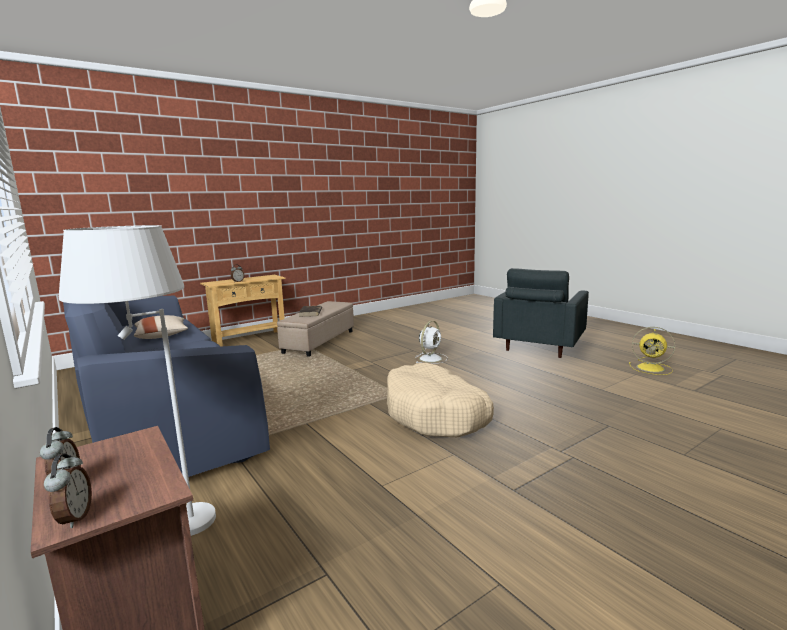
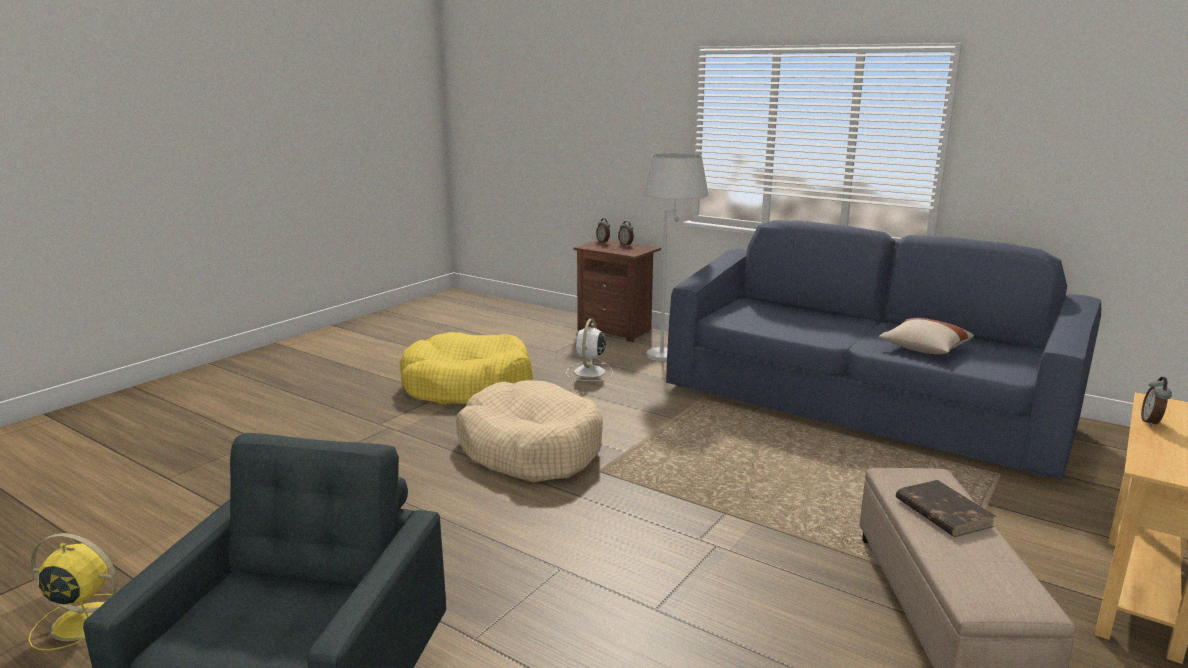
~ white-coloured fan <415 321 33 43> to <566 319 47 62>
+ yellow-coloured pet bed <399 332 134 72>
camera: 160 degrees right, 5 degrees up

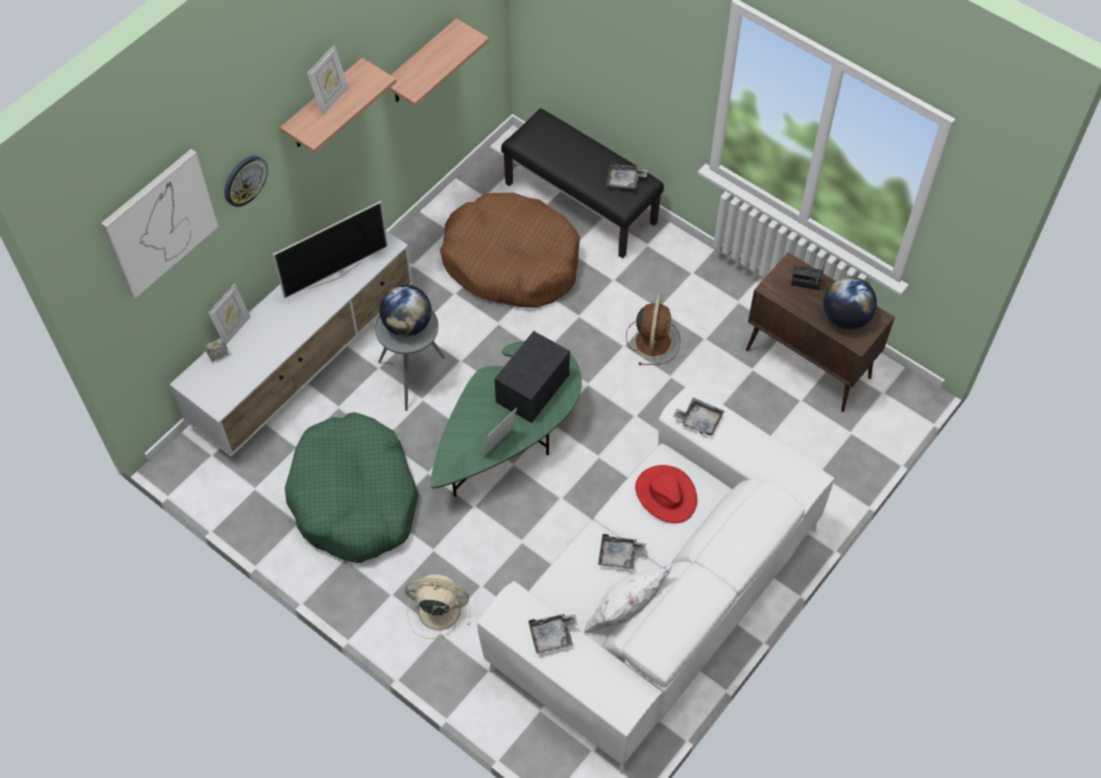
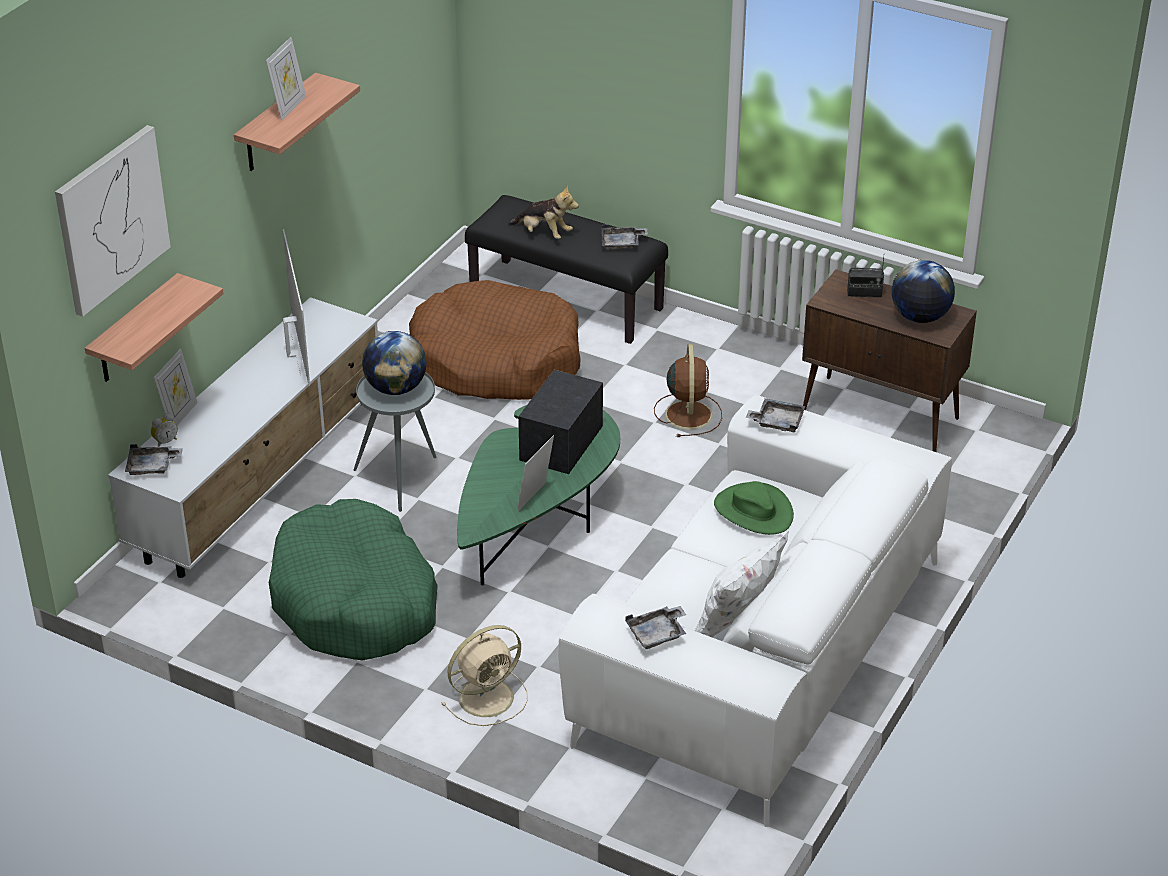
~ bracket shelf <388 18 101 88> to <85 273 138 109>
- clock on the wall <224 156 44 51>
~ TV set <273 201 115 98> = <283 229 27 157> 60 degrees counterclockwise
~ red-coloured hat <635 465 62 58> to green-coloured hat <714 481 80 54>
~ gray serving tray <598 534 48 35> to <125 444 58 31>
~ beige-coloured fan <405 574 66 65> = <441 625 87 101> 150 degrees clockwise
+ plush toy <508 186 71 53>
camera: 10 degrees left, 20 degrees down

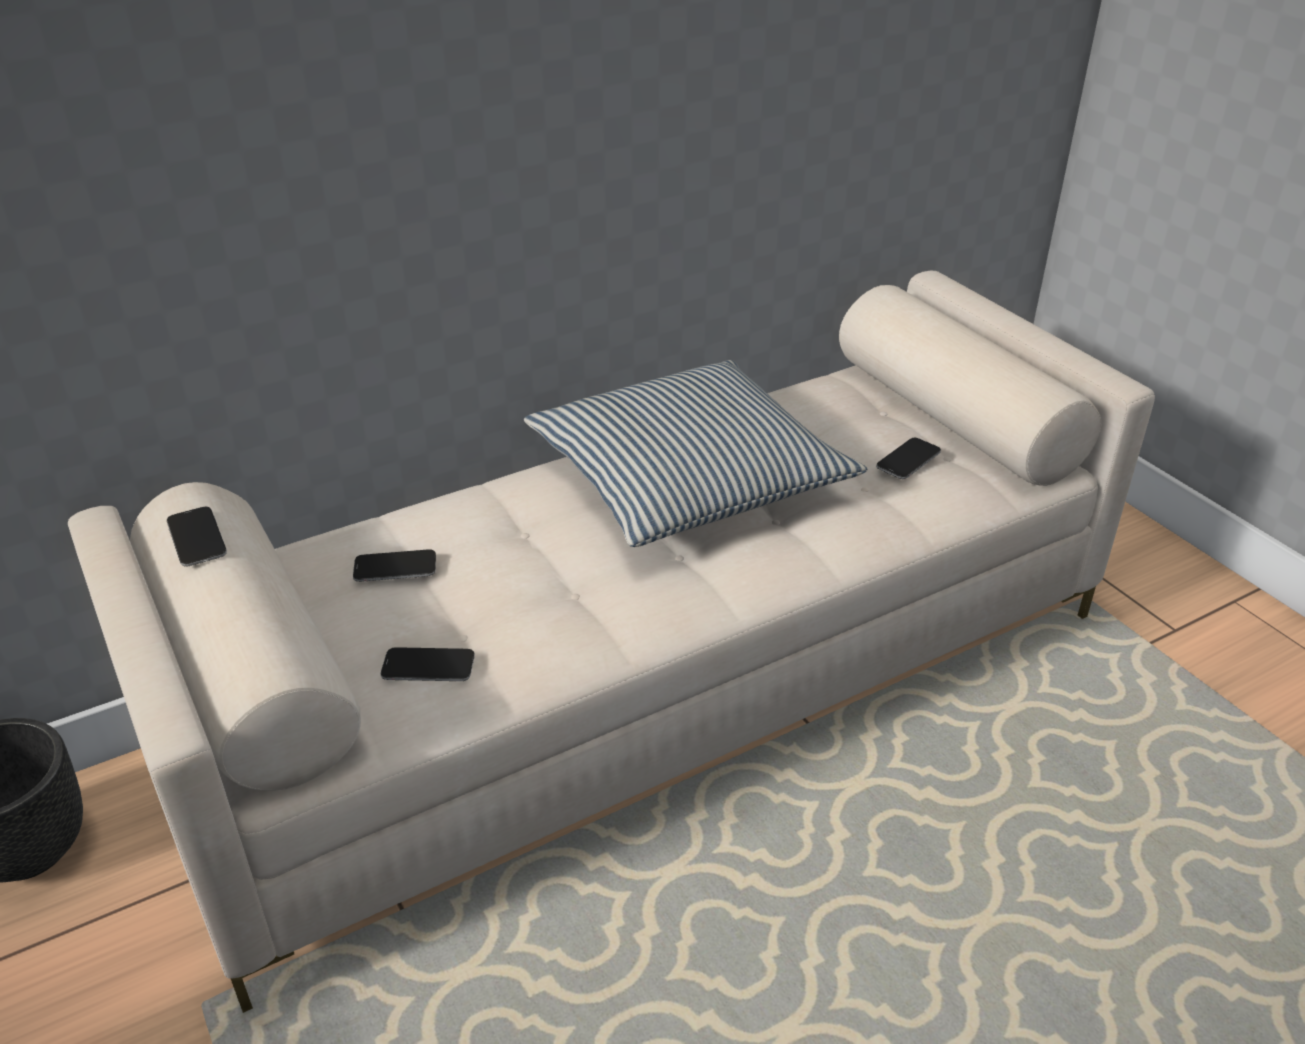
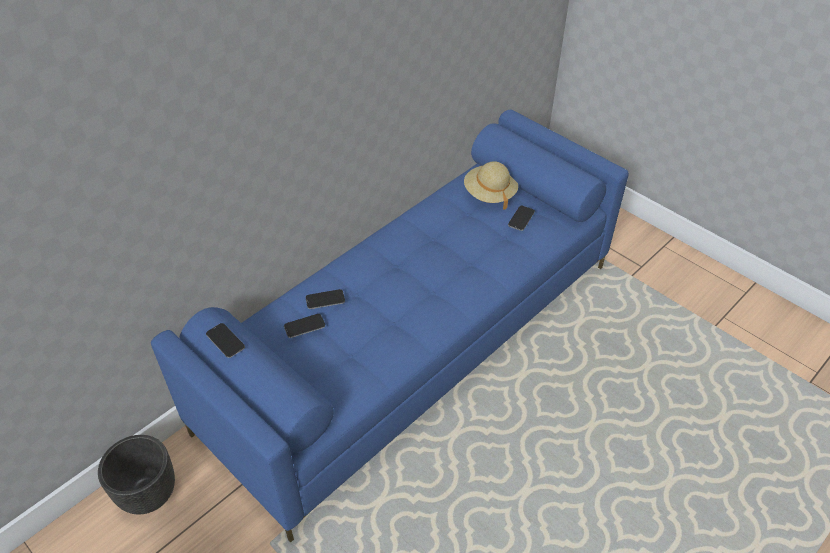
~ beige-coloured settee <68 270 1087 743> to blue settee <151 110 478 433>
- cushion <524 360 343 187>
~ handset <381 647 94 34> to <306 289 39 20>
+ beige-coloured hat <464 161 54 49>
camera: 15 degrees left, 10 degrees up

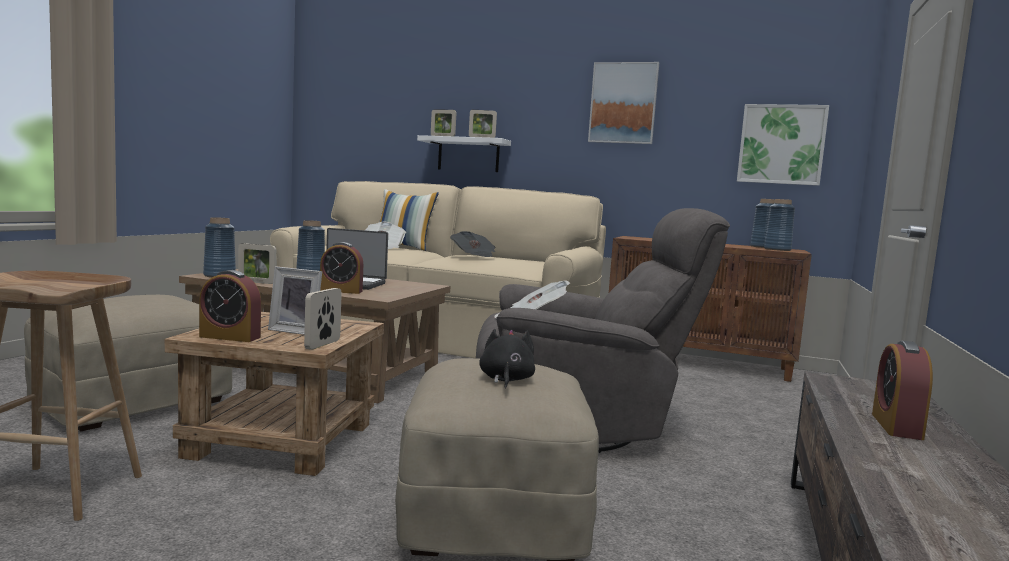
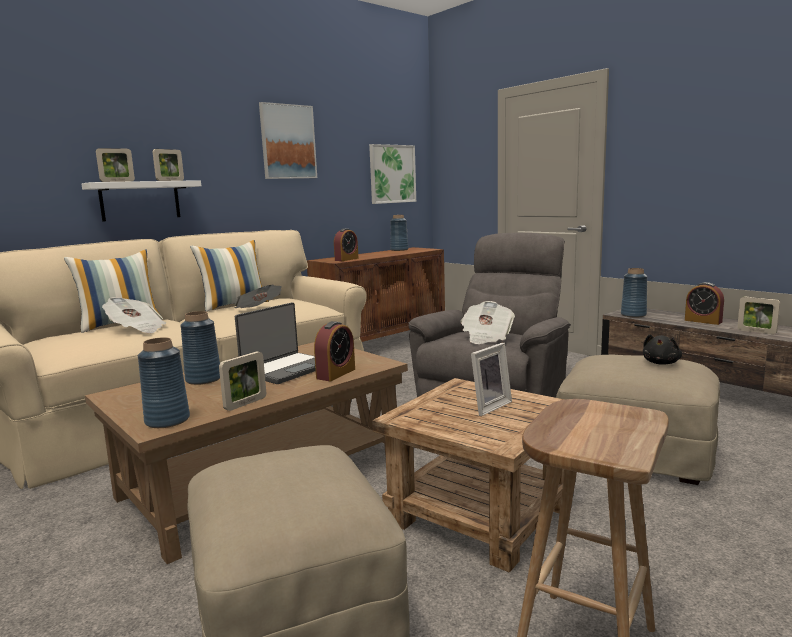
~ blue vase <764 199 31 52> to <621 268 26 50>
~ bedside clock <199 270 62 72> to <334 228 25 33>
~ photo frame <304 288 38 62> to <737 297 43 37>
~ blackish plush toy <479 329 56 60> = <643 334 39 31> 90 degrees counterclockwise
+ cushion <190 240 79 72>
camera: 60 degrees left, 5 degrees up

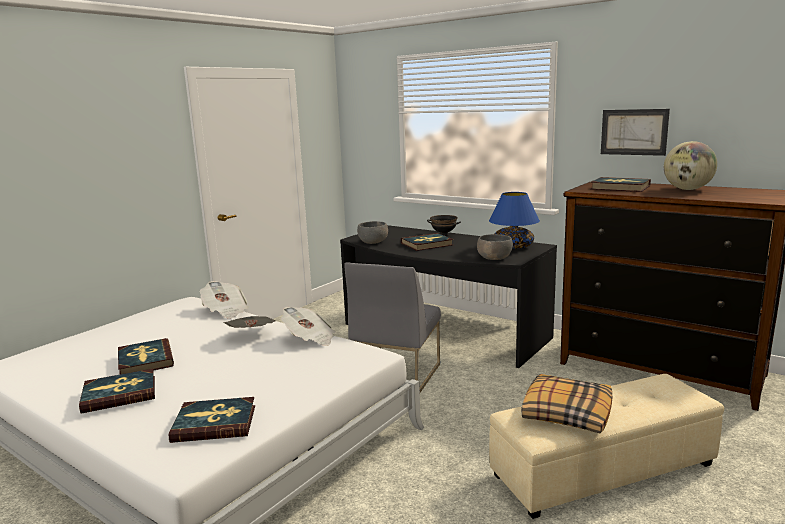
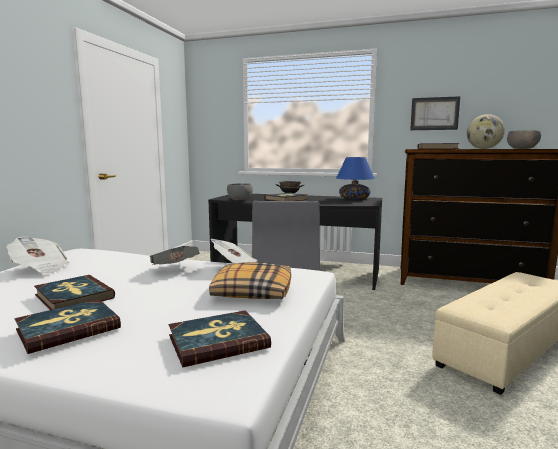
~ gray deep dish <477 234 36 26> to <507 130 34 19>
~ printed paper <200 281 49 38> to <6 237 63 37>
~ cushion <521 374 91 59> to <209 262 82 37>
camera: 20 degrees left, 5 degrees down

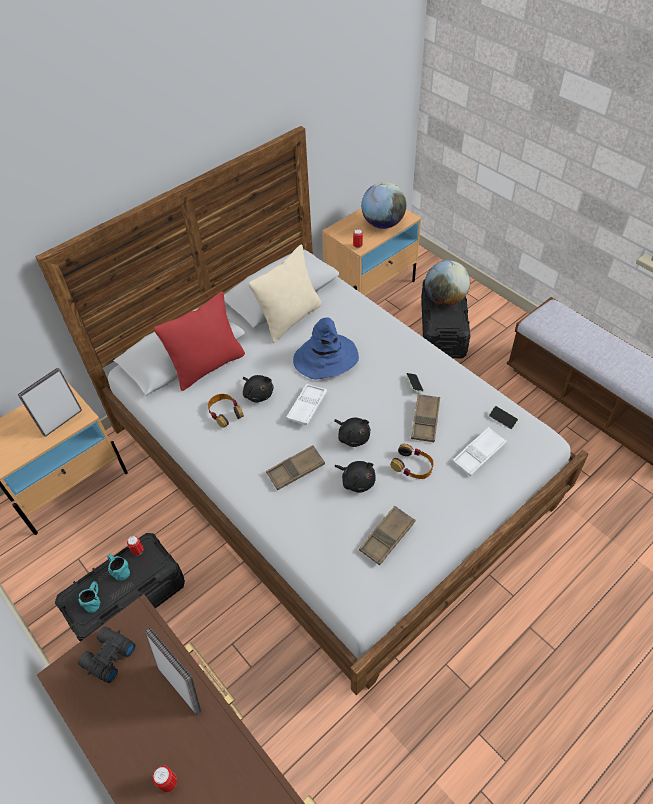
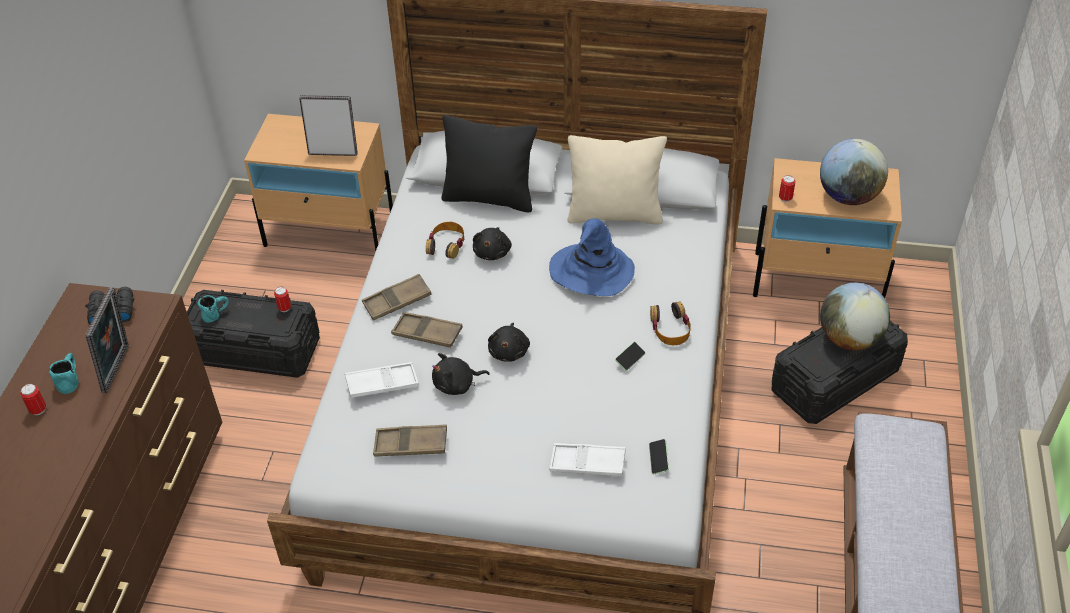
~ red-coloured cushion <154 291 91 100> to blackish cushion <441 115 96 97>
~ white-coloured serving tray <286 384 41 41> to <345 362 74 36>
~ brown serving tray <411 394 29 48> to <362 274 69 47>
~ headset <390 444 44 35> to <650 301 41 44>
~ blackish plush toy <334 461 42 32> = <432 353 57 42> 75 degrees clockwise
~ turquoise-coloured coffee mug <107 554 23 27> to <49 353 30 41>
camera: 50 degrees right, 5 degrees down

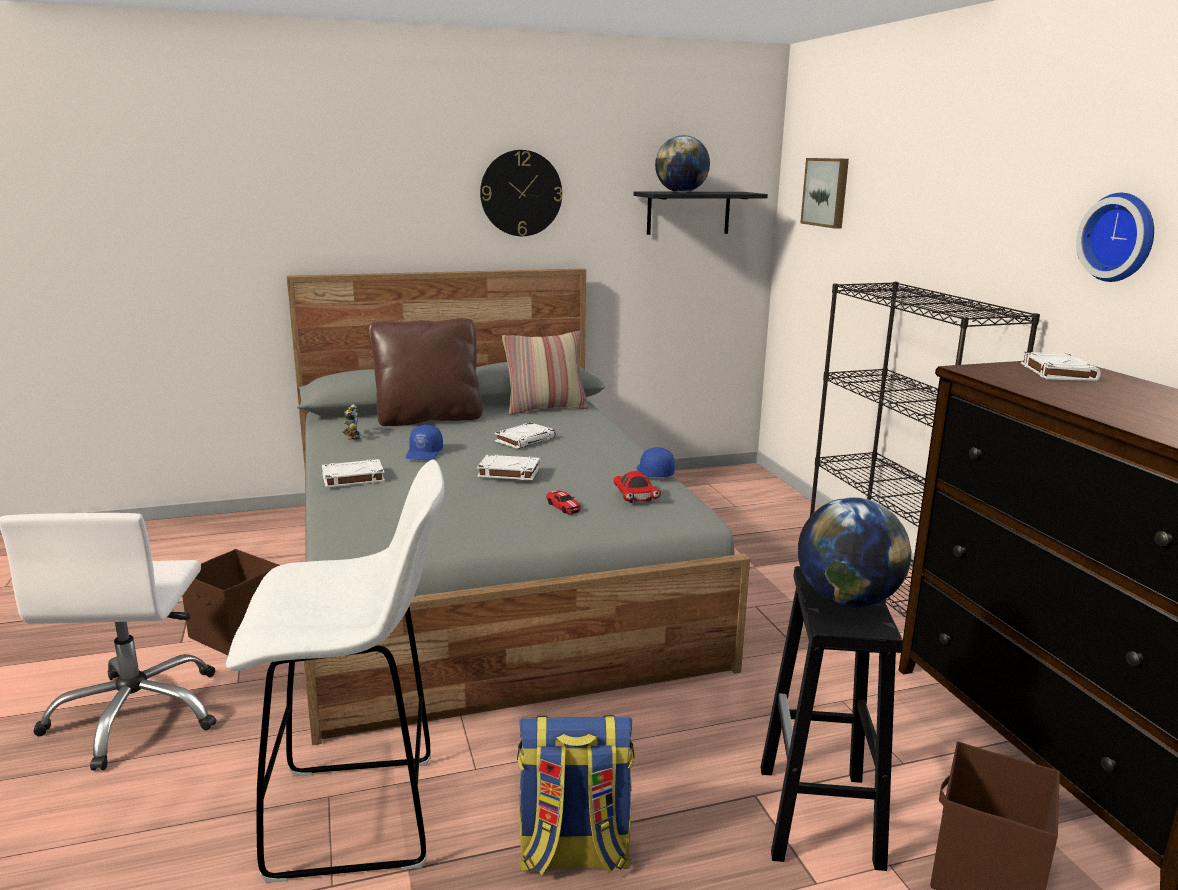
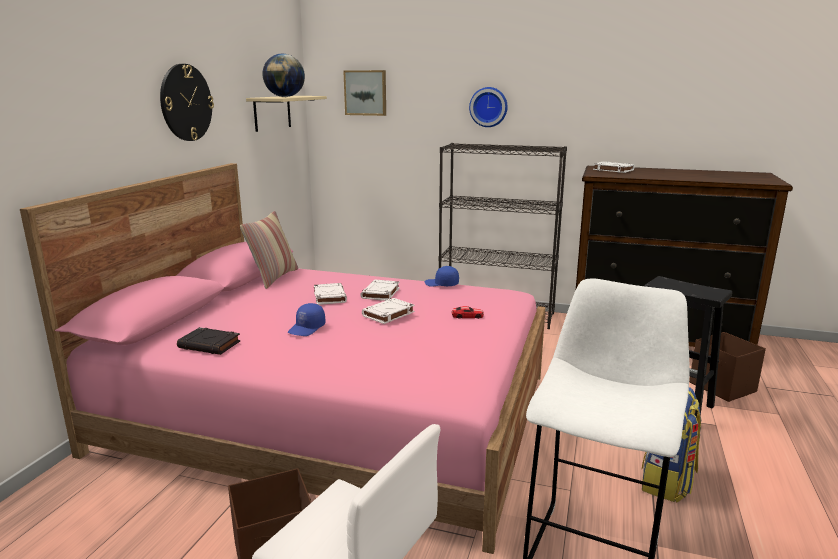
~ blackish bracket shelf <633 192 135 43> to beige-coloured bracket shelf <246 96 81 36>
~ clock on the wall <1076 193 78 89> to <469 87 39 40>
~ gray bed <287 269 463 476> to pink-coloured bed <20 163 525 391>
- brown cushion <369 318 114 108>
~ model robot <342 404 18 35> to blackish volume <177 327 64 28>
~ blue peaked cap <406 425 37 35> = <288 303 38 33> 75 degrees clockwise
~ white-coloured volume <322 459 63 29> to <361 280 39 21>
- red-coloured miniature car <614 471 47 32>
- world globe <798 497 113 110>
camera: 55 degrees left, 0 degrees up

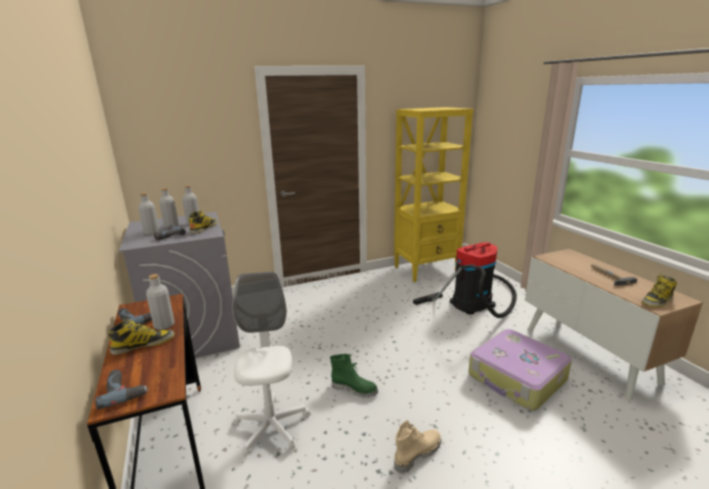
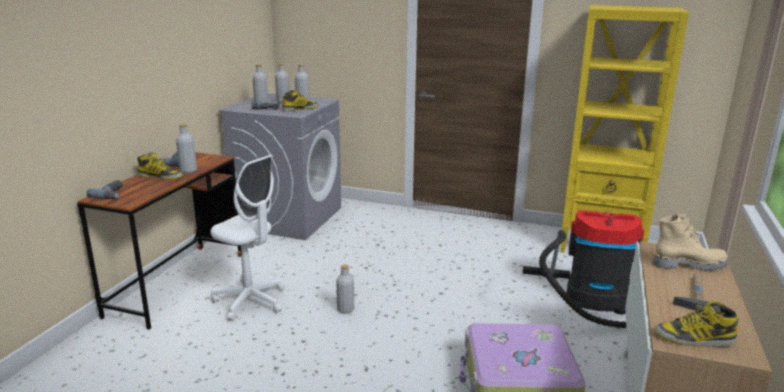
~ white-coloured office chair <233 271 77 185> = <211 154 74 167> 90 degrees clockwise
~ green-coloured high-top boot <330 354 48 44> to gray bottle <336 265 18 49>
~ beige-coloured high-top boot <394 420 47 53> to <652 214 76 57>
camera: 40 degrees right, 0 degrees up

